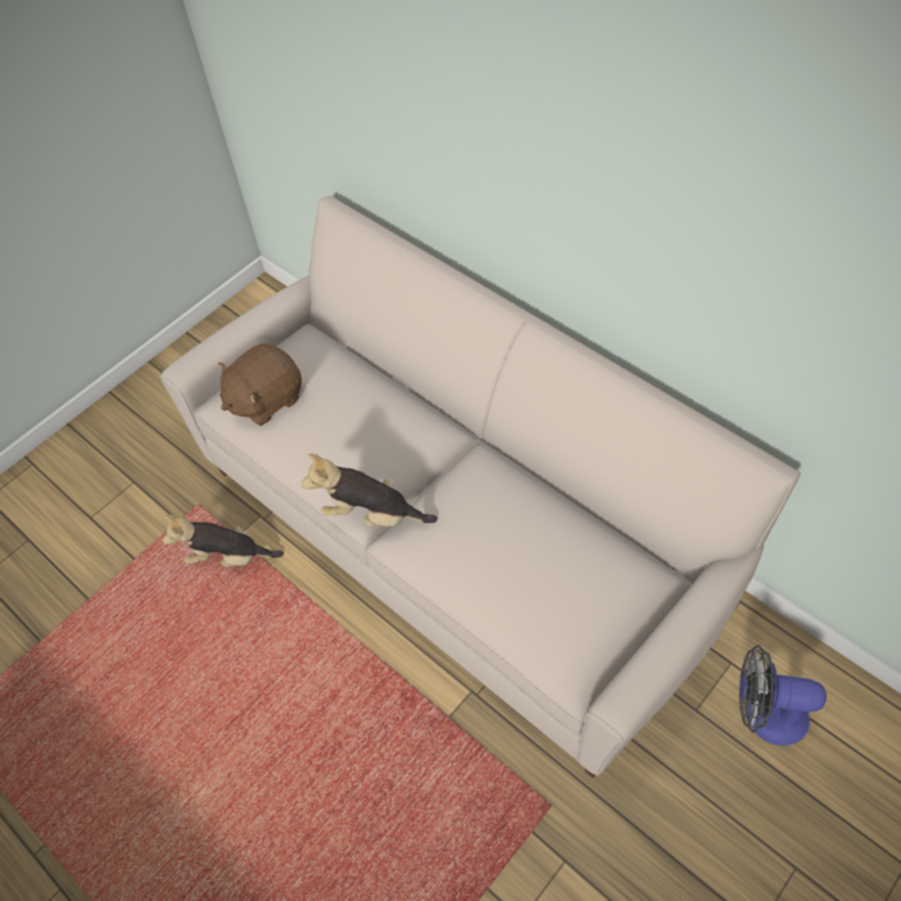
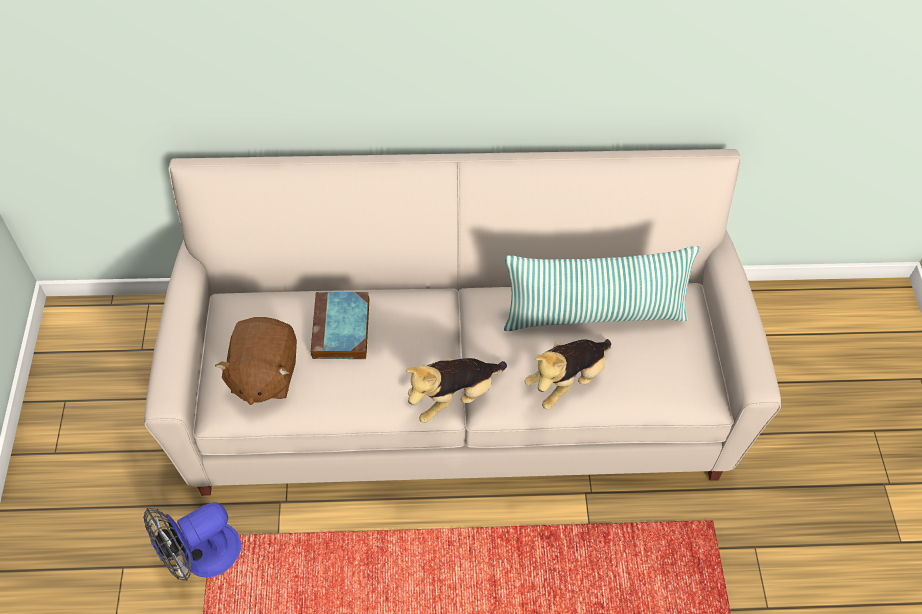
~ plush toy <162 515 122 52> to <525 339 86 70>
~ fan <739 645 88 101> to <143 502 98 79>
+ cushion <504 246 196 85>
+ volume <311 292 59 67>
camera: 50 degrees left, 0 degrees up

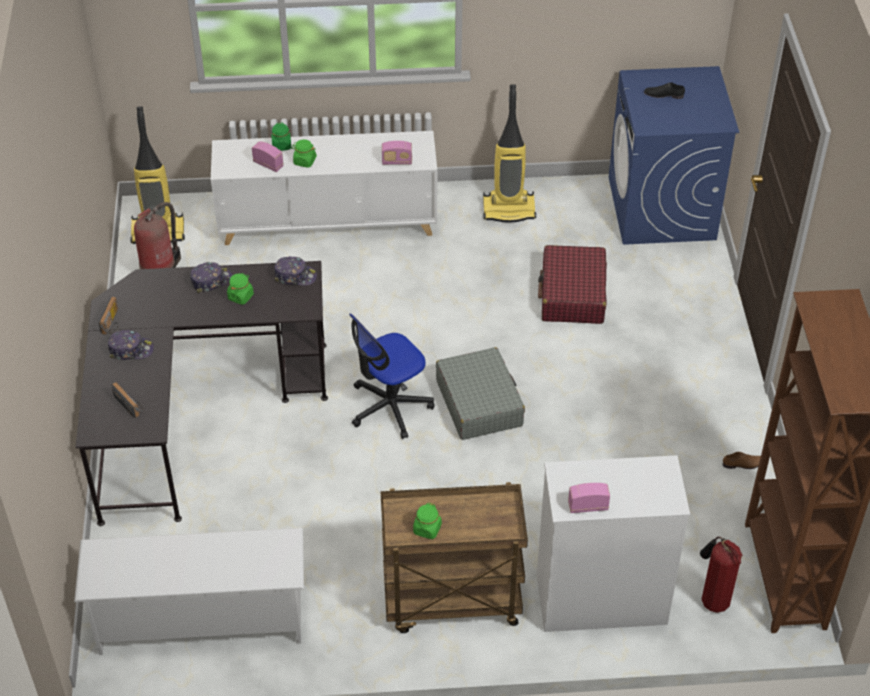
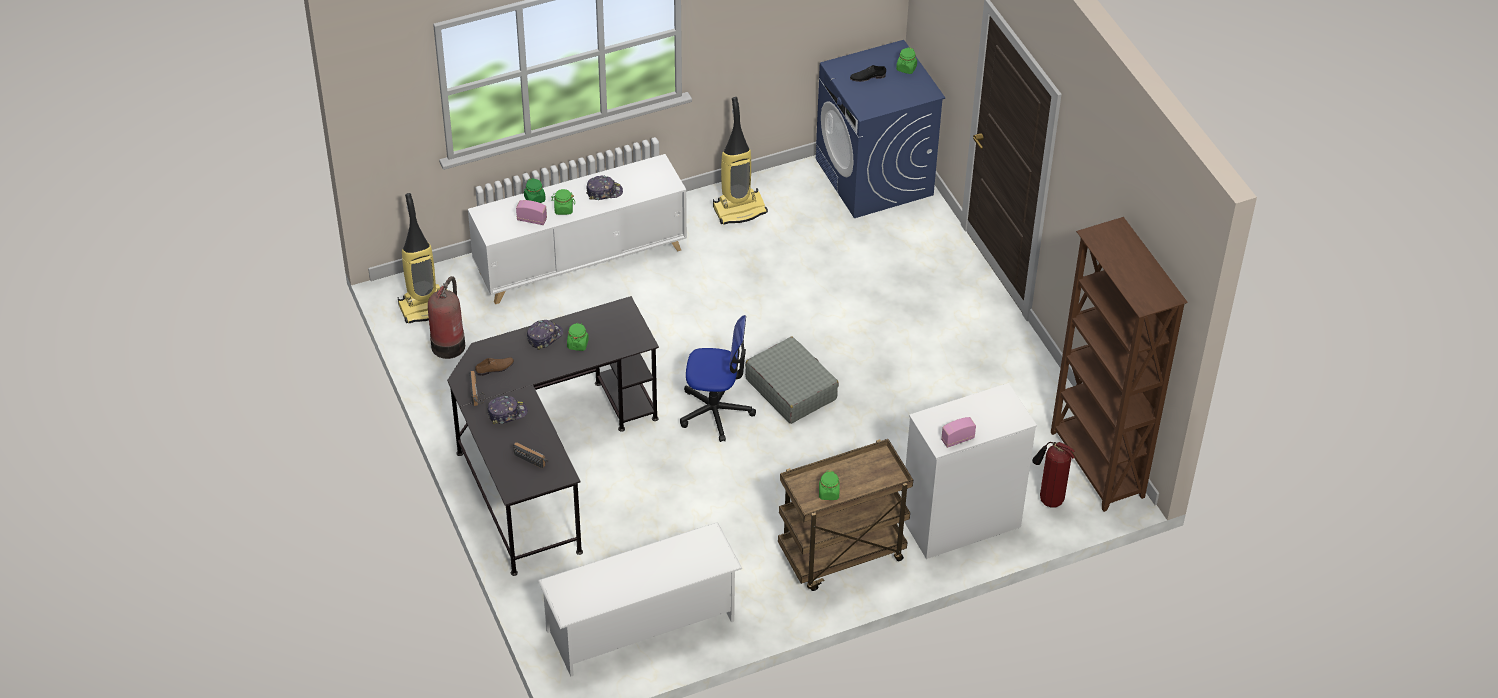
- radio receiver <382 141 30 24>
- red-coloured suitcase <538 245 69 79>
~ peaked cap <274 256 43 30> to <586 176 37 24>
~ office chair <349 313 86 126> = <680 315 76 127> 120 degrees counterclockwise
~ brown low shoe <723 452 38 17> to <475 357 39 19>
+ green-coloured jar <896 47 21 27>
camera: 20 degrees left, 0 degrees up

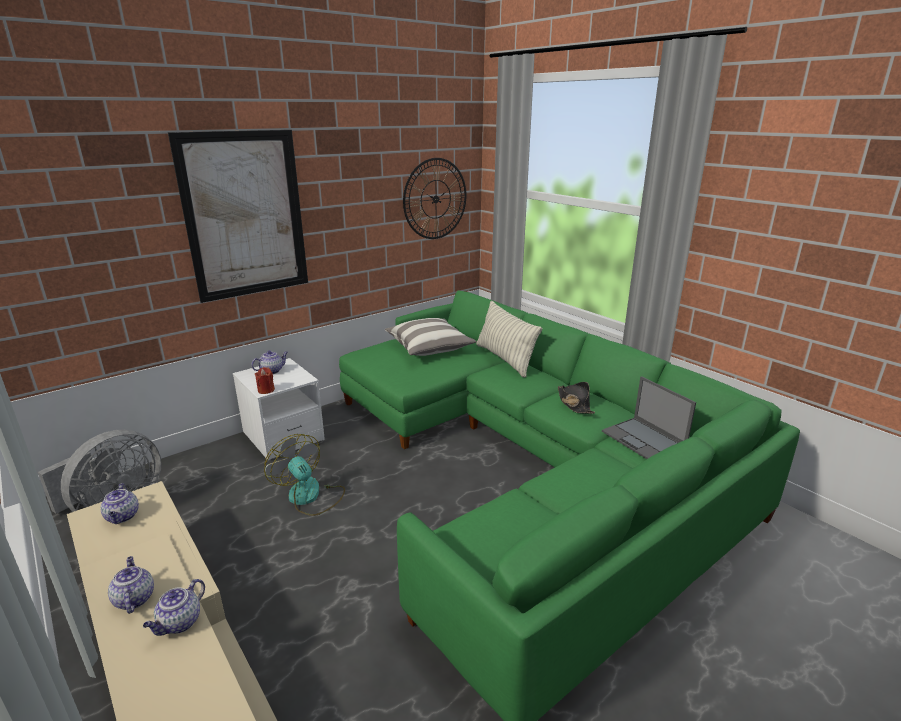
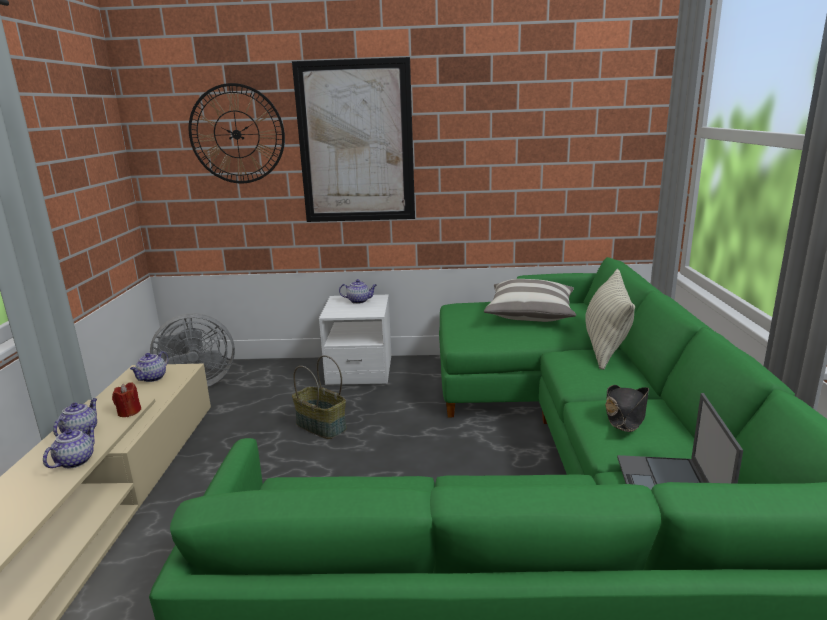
~ clock on the wall <403 158 63 81> to <189 83 96 100>
~ red-coloured wax candle <255 367 20 27> to <112 382 29 35>
~ fan <264 434 81 82> to household basket <292 355 55 84>
~ teapot <143 579 62 57> = <43 423 53 45> 135 degrees clockwise
camera: 40 degrees right, 5 degrees down

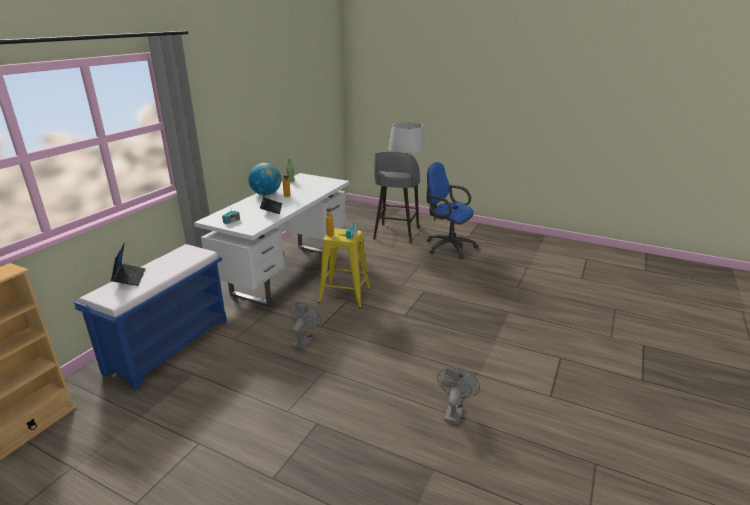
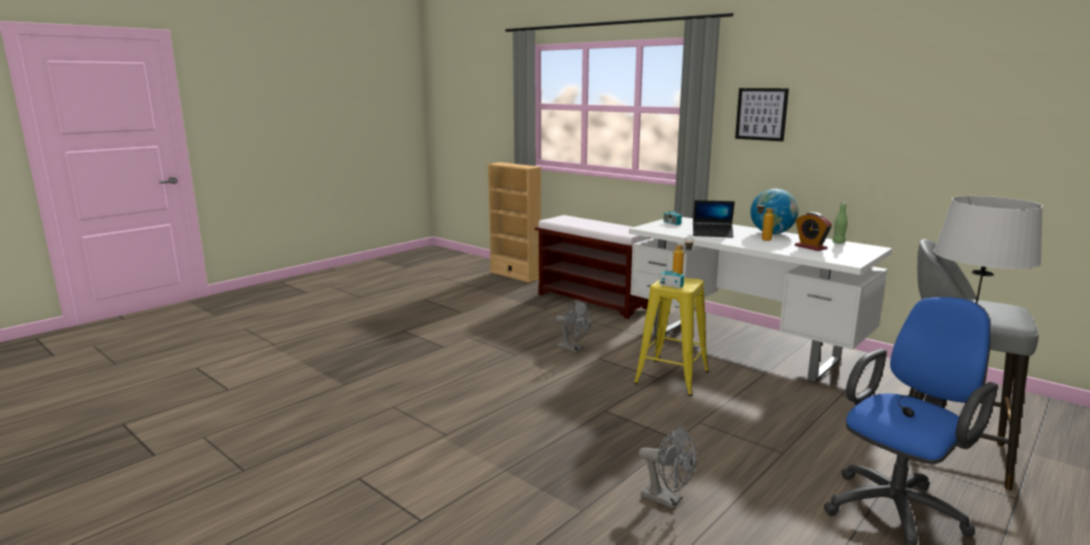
- laptop <111 243 35 43>
~ blue bench <74 244 153 145> to brown bench <535 215 115 104>
~ gray fan <437 367 43 58> to <639 427 58 82>
+ wall art <735 88 54 54>
+ bedside clock <795 212 37 39>
camera: 105 degrees right, 10 degrees down

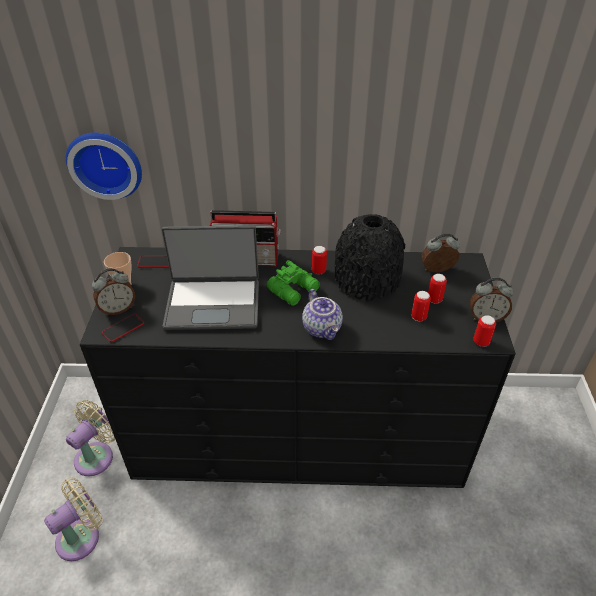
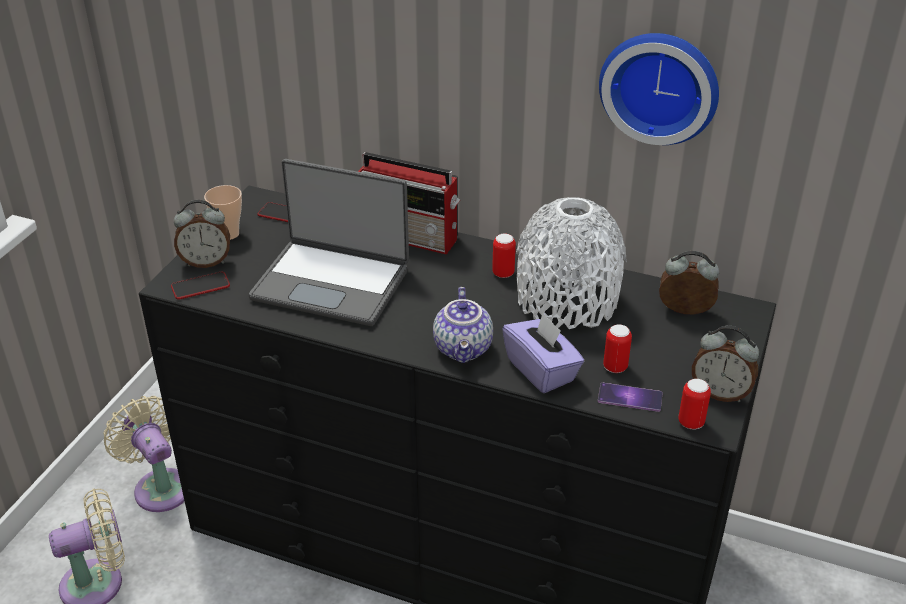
~ clock on the wall <66 133 76 67> to <599 33 120 112>
~ blackish vase <335 214 70 88> to white-coloured vase <516 197 111 132>
- green-coloured binoculars <267 260 53 46>
- sealed can <428 274 19 29>
~ beige-coloured fan <66 400 49 76> = <104 396 81 116> 90 degrees counterclockwise
+ purple tissue box <502 312 82 81>
+ handset <598 383 65 29>
camera: 20 degrees right, 5 degrees down

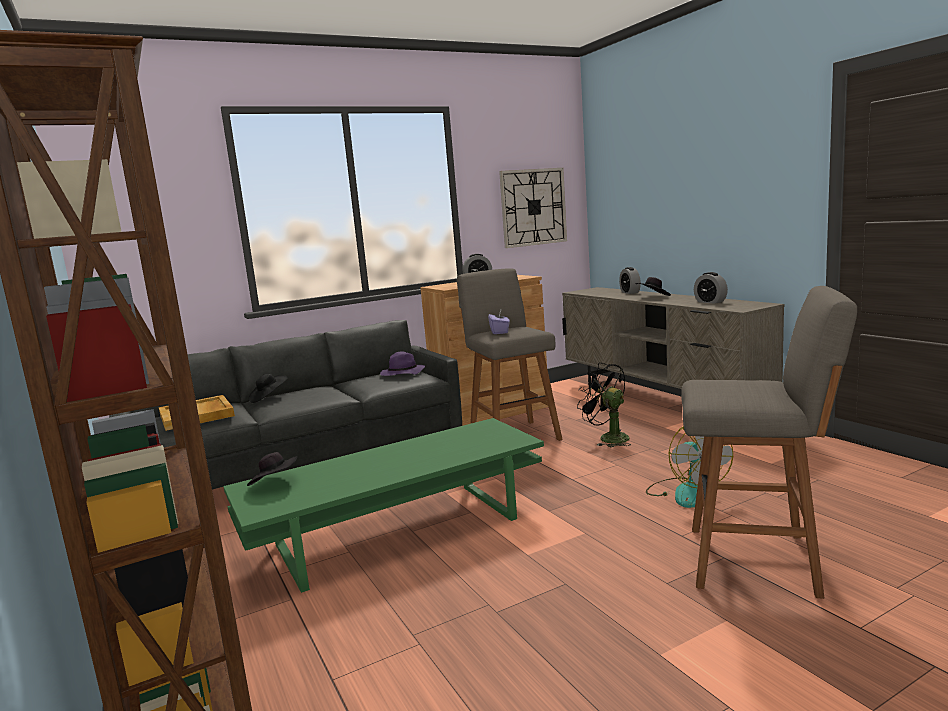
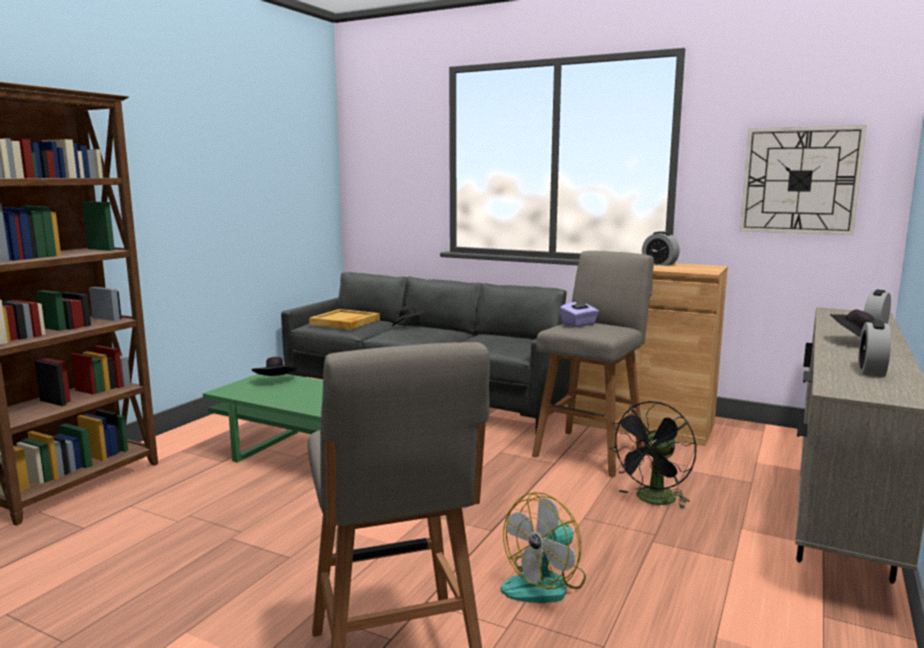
- purple hat <380 351 45 25>
~ blackish fan <577 363 54 84> = <610 401 86 108> 150 degrees counterclockwise
camera: 55 degrees right, 0 degrees up

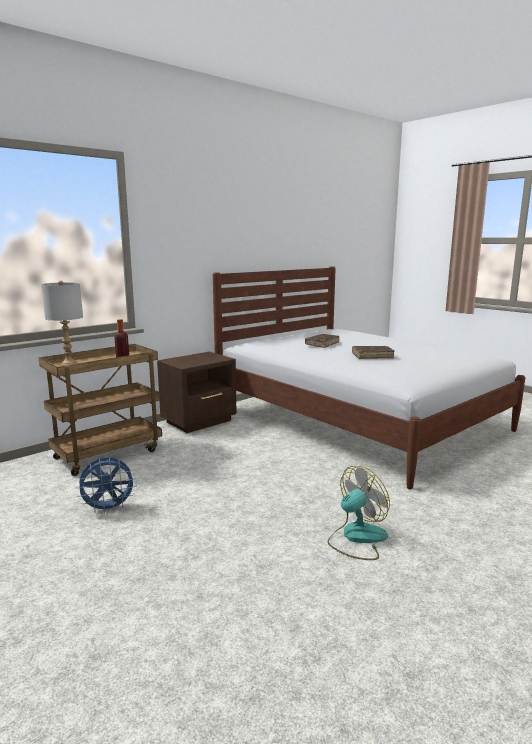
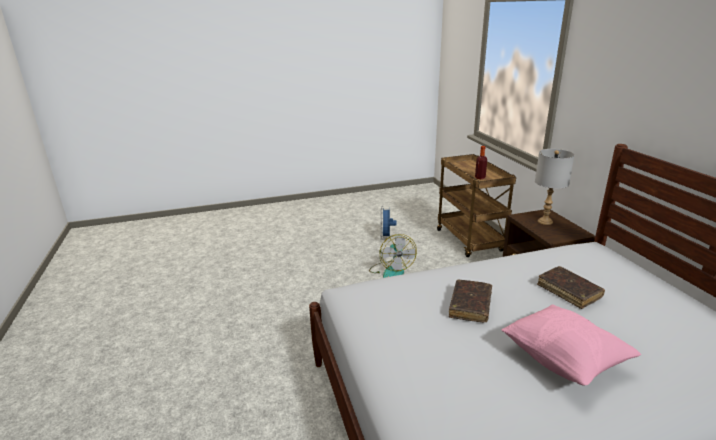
~ gray table lamp <41 280 42 86> to <535 149 40 76>
~ fan <328 466 62 94> to <369 234 48 44>
+ pink-coloured cushion <502 304 139 81>
camera: 115 degrees right, 10 degrees up

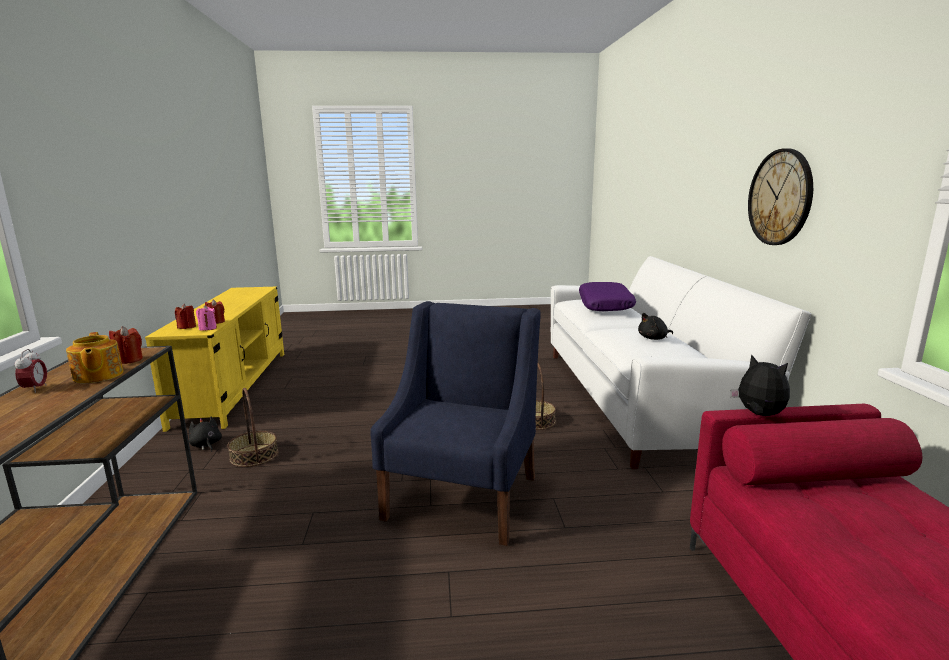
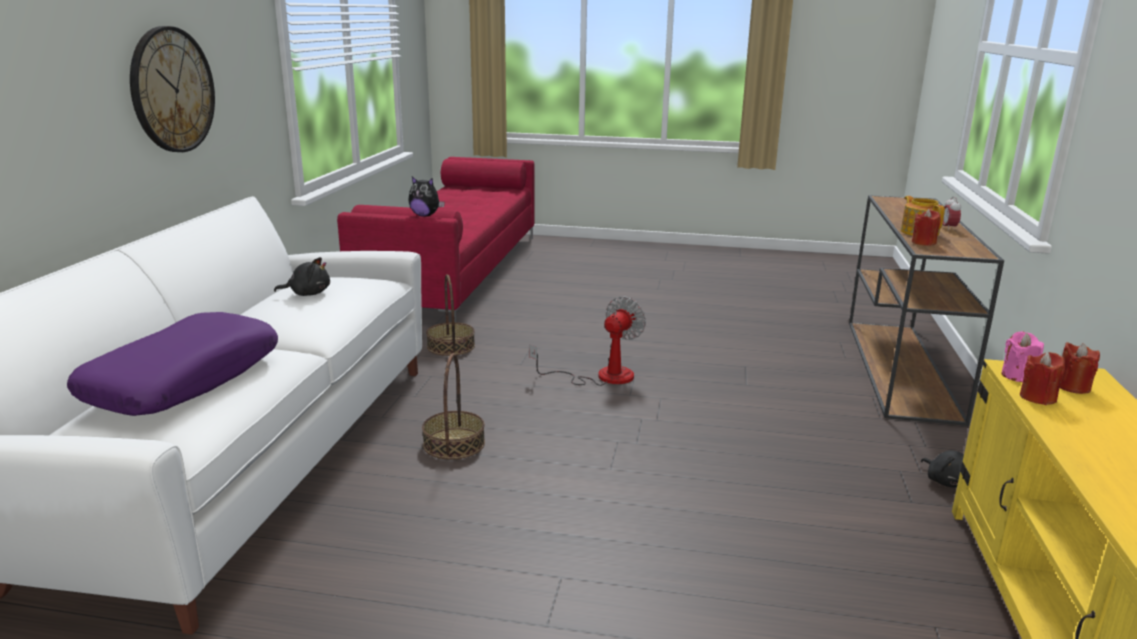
~ blue armchair <370 301 171 245> to fan <529 296 117 90>
~ plush toy <730 354 60 62> = <408 177 37 40> 45 degrees counterclockwise
~ household basket <227 388 51 79> to <426 274 49 82>
camera: 165 degrees left, 5 degrees up

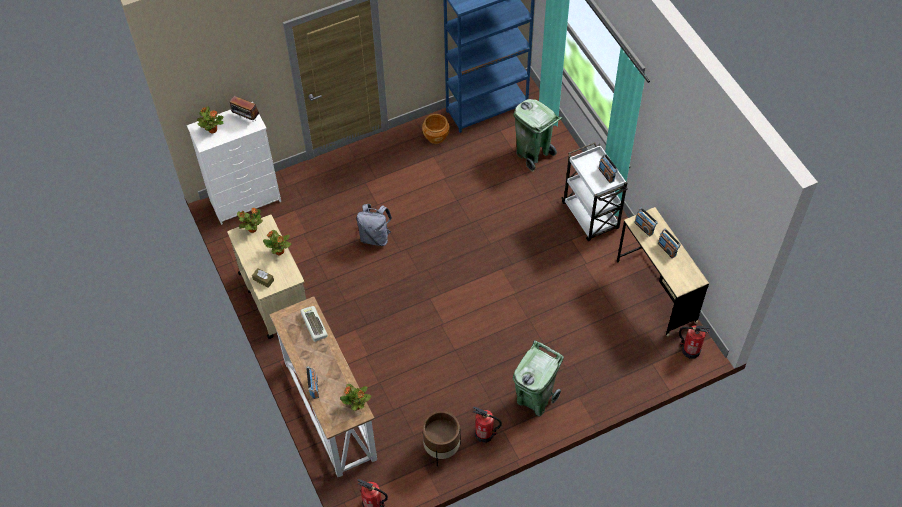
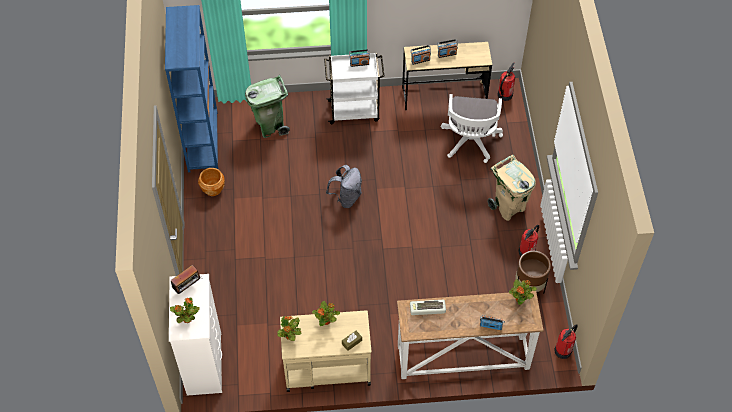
~ gray backpack <357 204 35 42> to <326 165 36 43>
~ green-coloured trash can <513 340 51 77> to beige-coloured trash can <487 155 49 66>
+ white-coloured office chair <441 94 62 69>
camera: 70 degrees left, 0 degrees up

